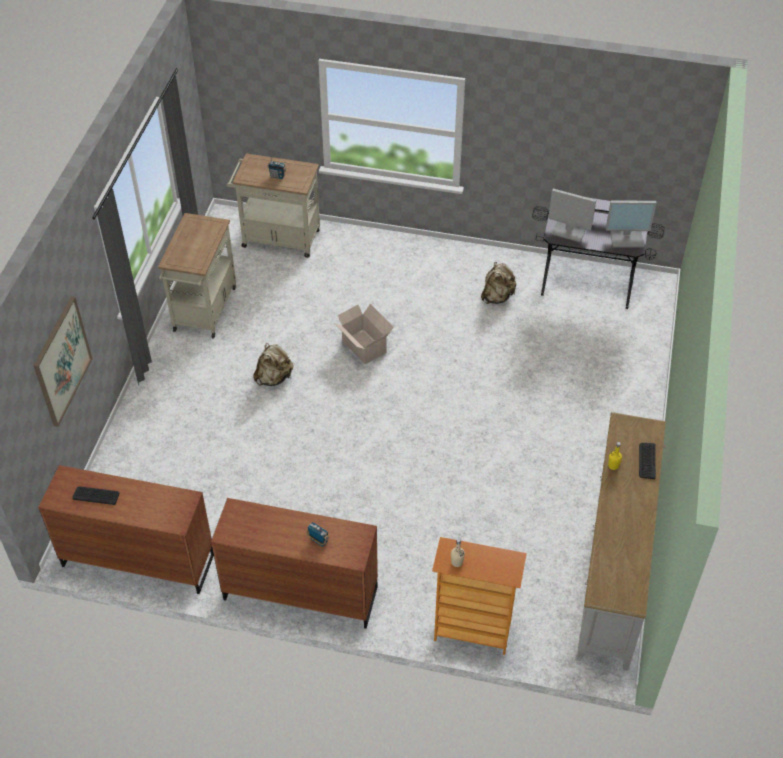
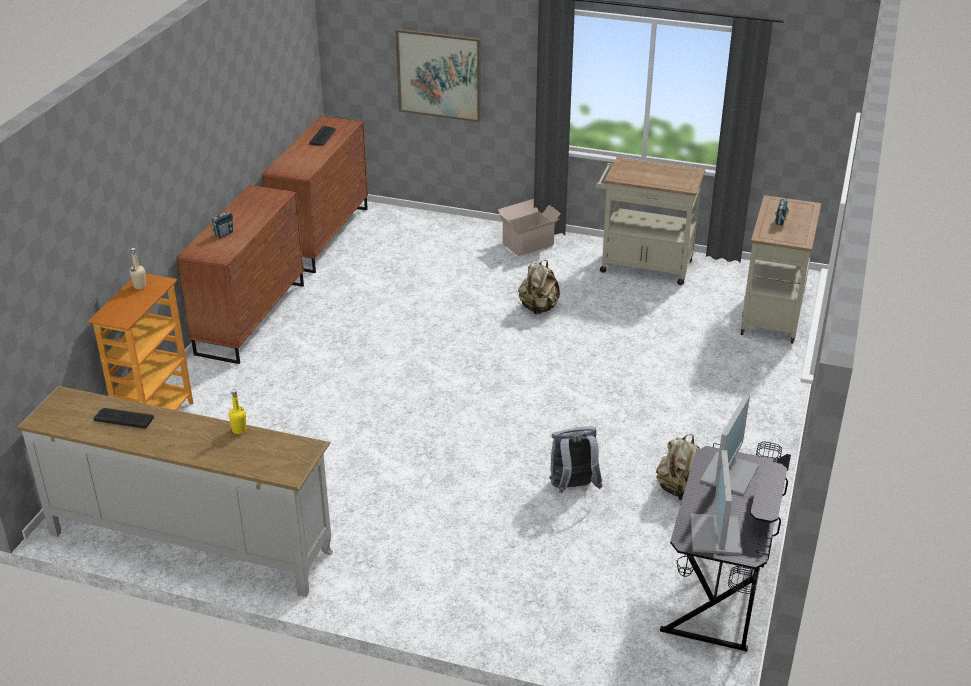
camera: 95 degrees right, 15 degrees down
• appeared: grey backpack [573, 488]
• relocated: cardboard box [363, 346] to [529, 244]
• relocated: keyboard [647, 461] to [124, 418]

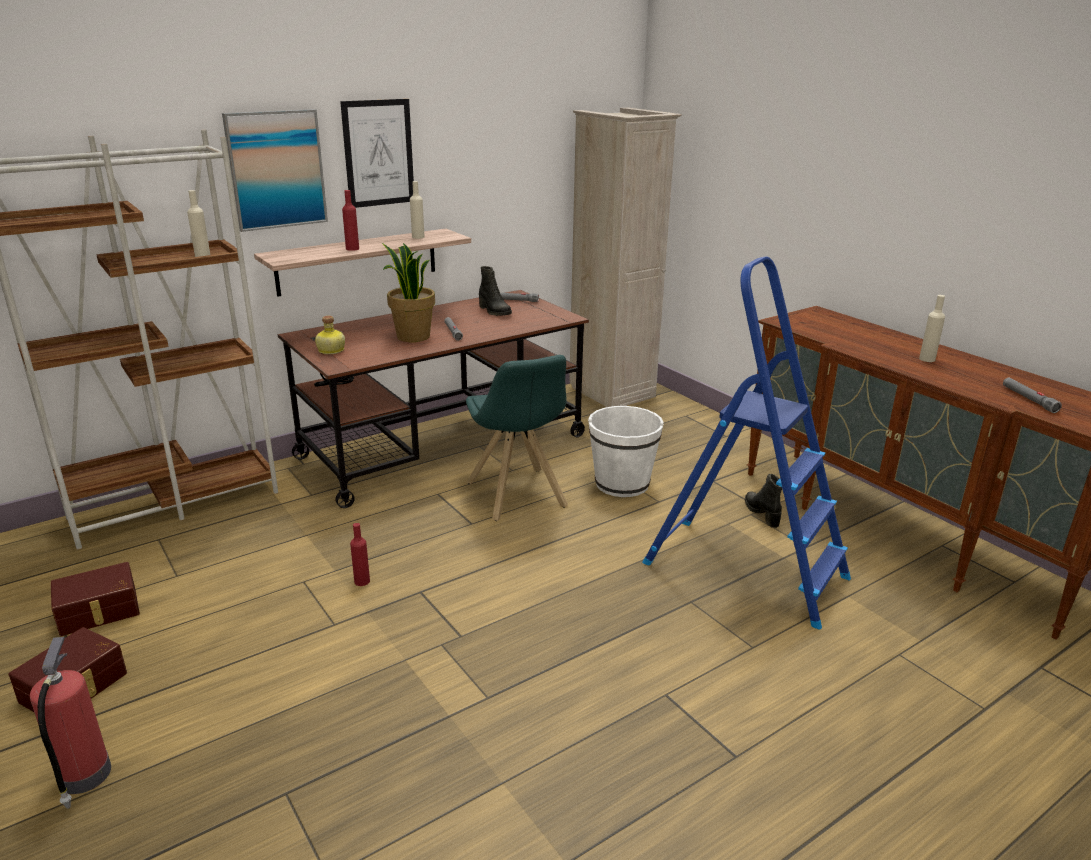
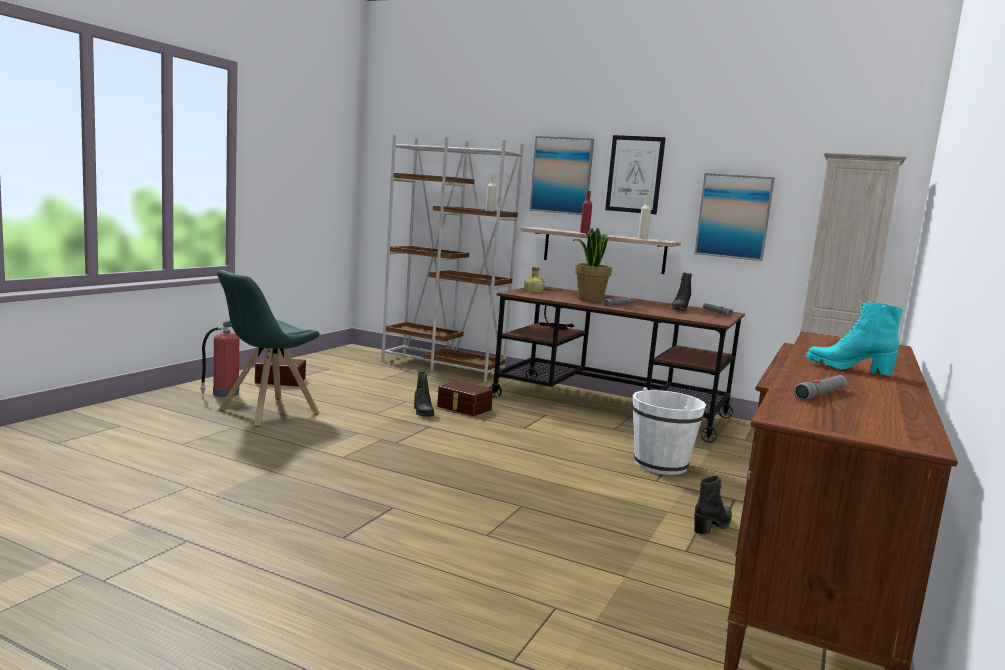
camera: 60 degrees right, 15 degrees down
• missing: blue step ladder [746, 571]
• appeared: picture [733, 216]
• relocated: brown storage box [99, 612] to [463, 408]
• relocated: turquoise chair [517, 494] to [268, 412]
• exchanged: red bottle [362, 581] to black boot [422, 412]
• exchanged: beige bottle [927, 359] to turquoise boot [848, 369]

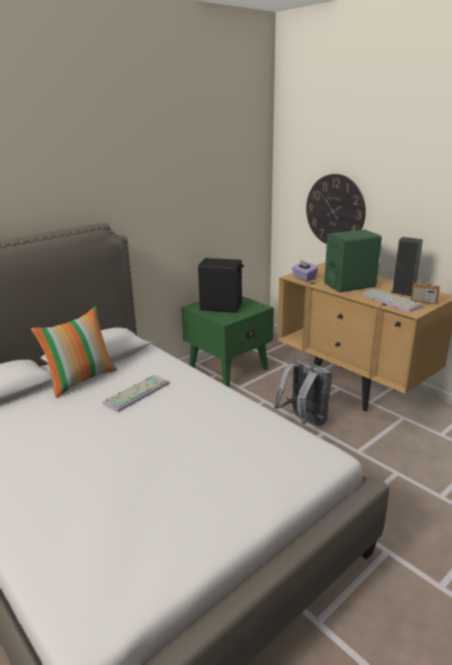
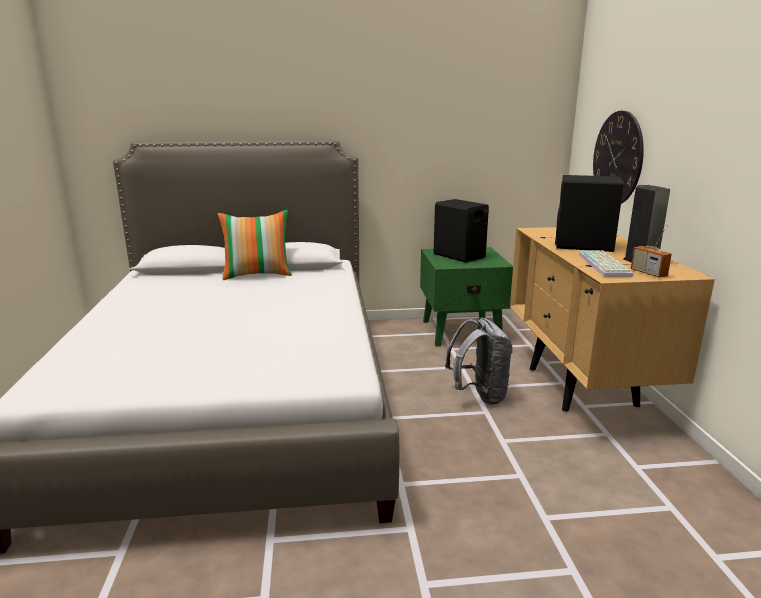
camera: 35 degrees right, 5 degrees down
• missing: keyboard [137, 392]
• missing: purple tissue box [304, 278]
• colour: green speaker [350, 285] to black speaker [584, 246]

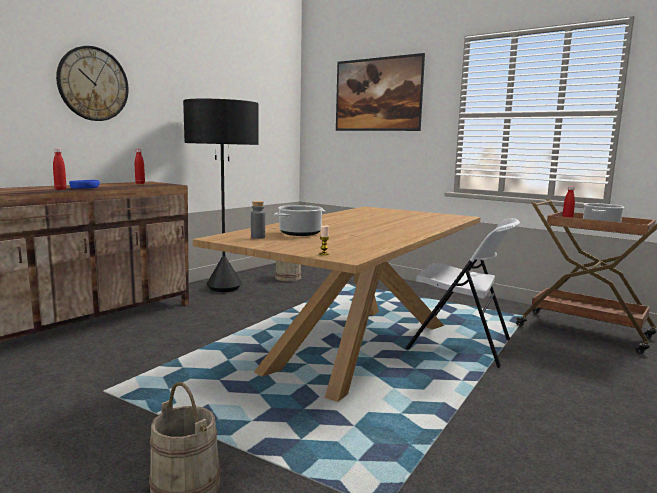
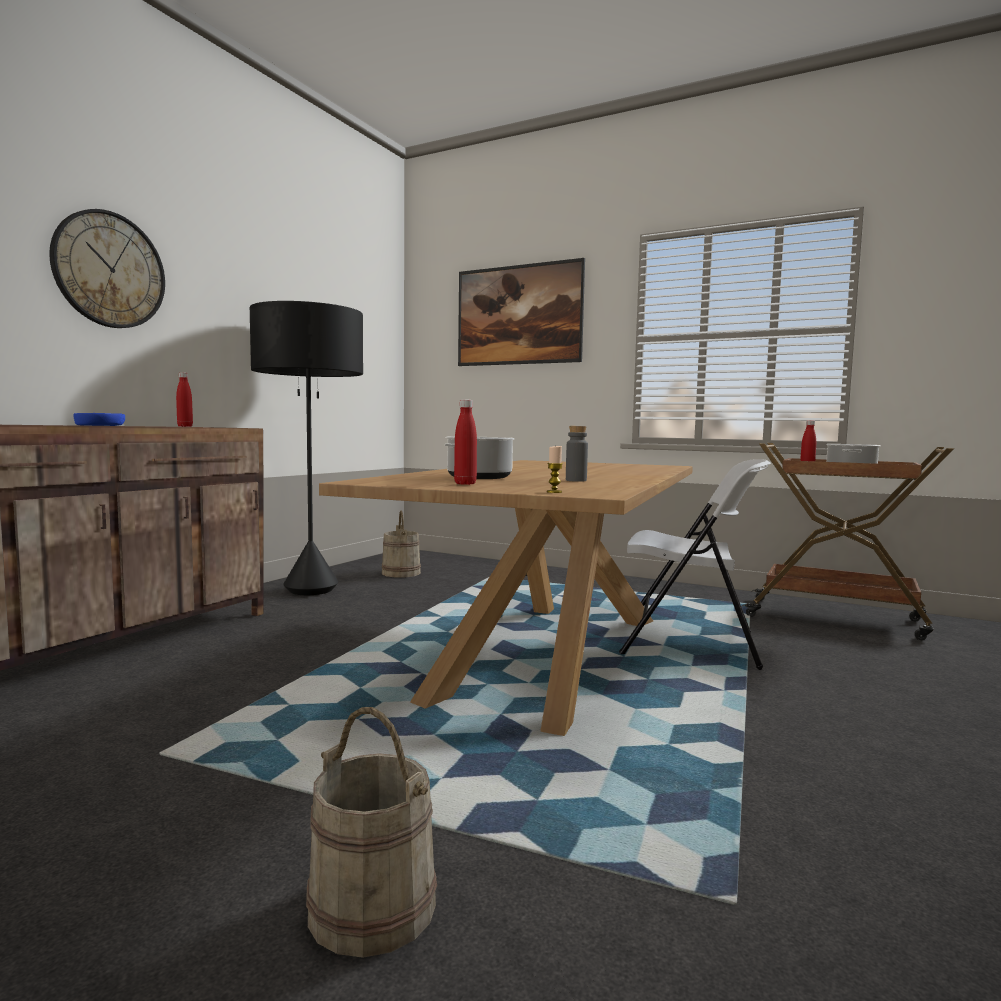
camera: 10 degrees left, 5 degrees down
• relocated: red bottle [60, 189] to [465, 484]
• relocated: grey bottle [258, 237] to [576, 480]

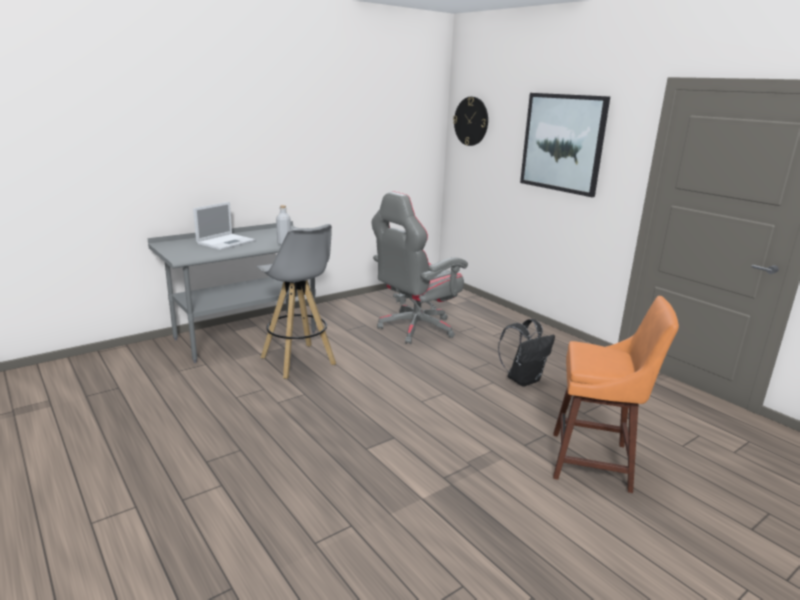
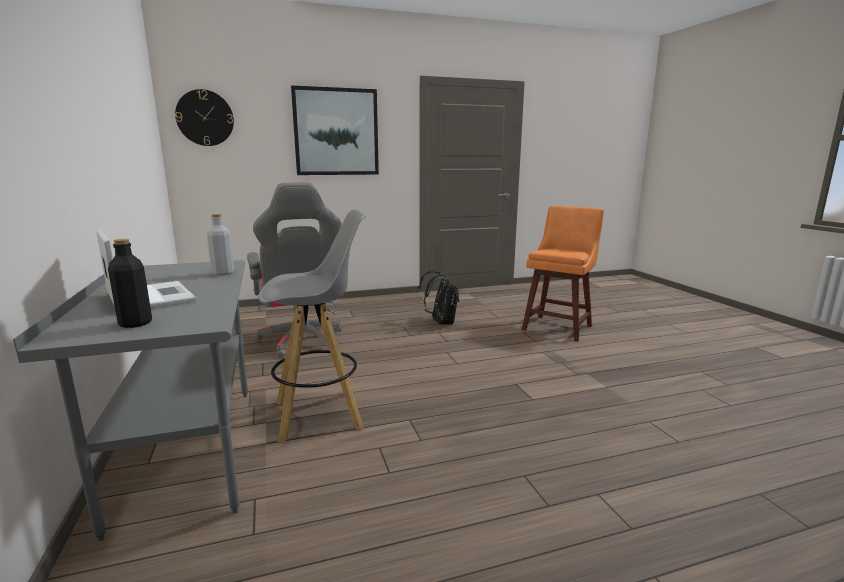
camera: 70 degrees left, 5 degrees down
• appeared: black bottle [135, 323]

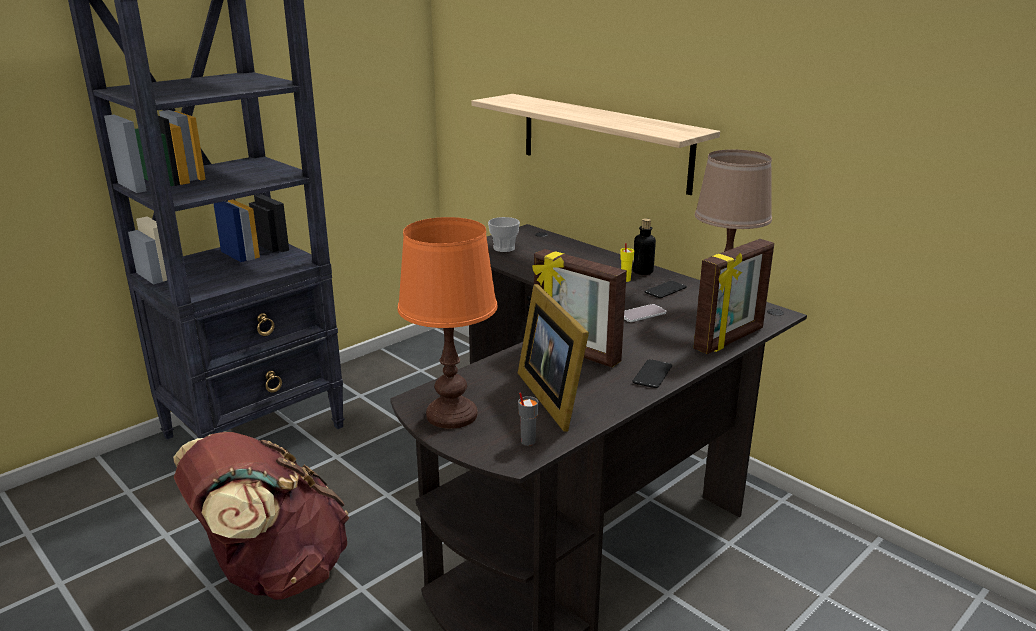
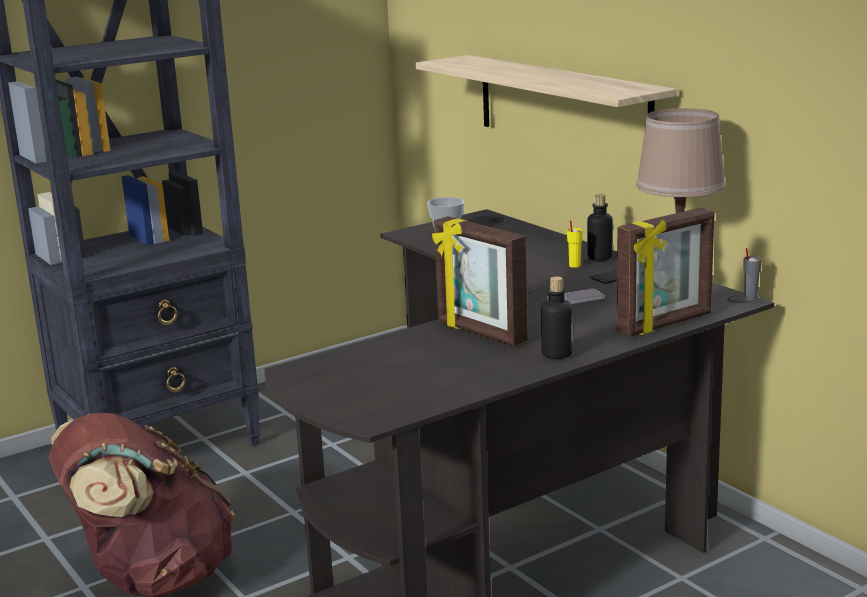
camera: 10 degrees right, 5 degrees down
• missing: orange table lamp [451, 414]
• missing: picture frame [554, 396]
• relocated: grey cup [527, 441] to [750, 297]
• exchanged: phone [652, 374] to bottle [557, 354]

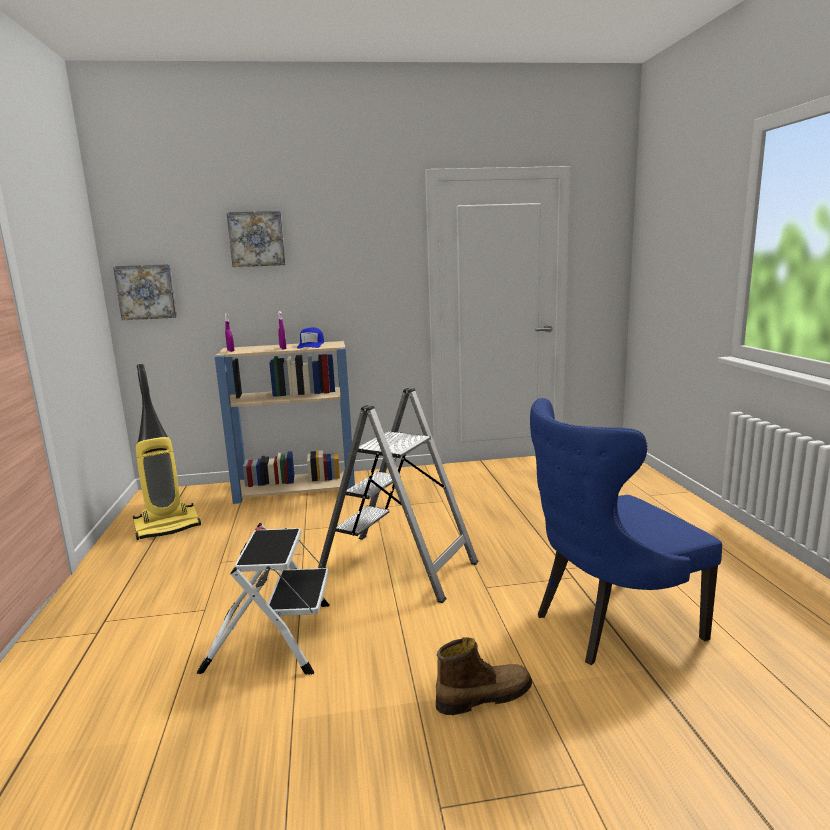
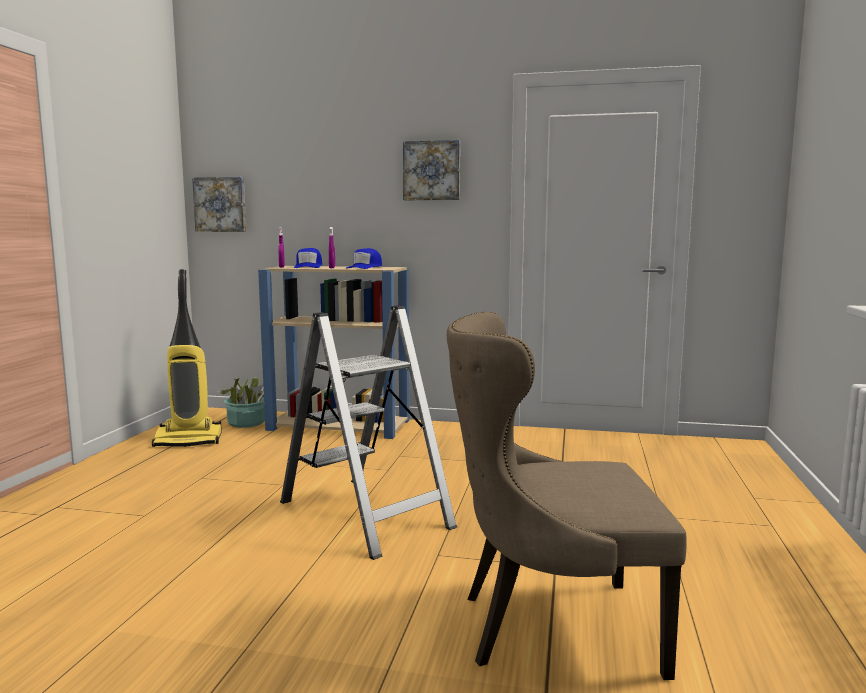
camera: 20 degrees right, 5 degrees down
• missing: step ladder [271, 638]
• missing: boot [483, 696]
• appeared: potted plant [247, 423]
• appeared: blue cap [308, 267]
• relocated: picture [256, 239] to [432, 171]
• colour: blue chair [609, 624] to beige chair [549, 627]

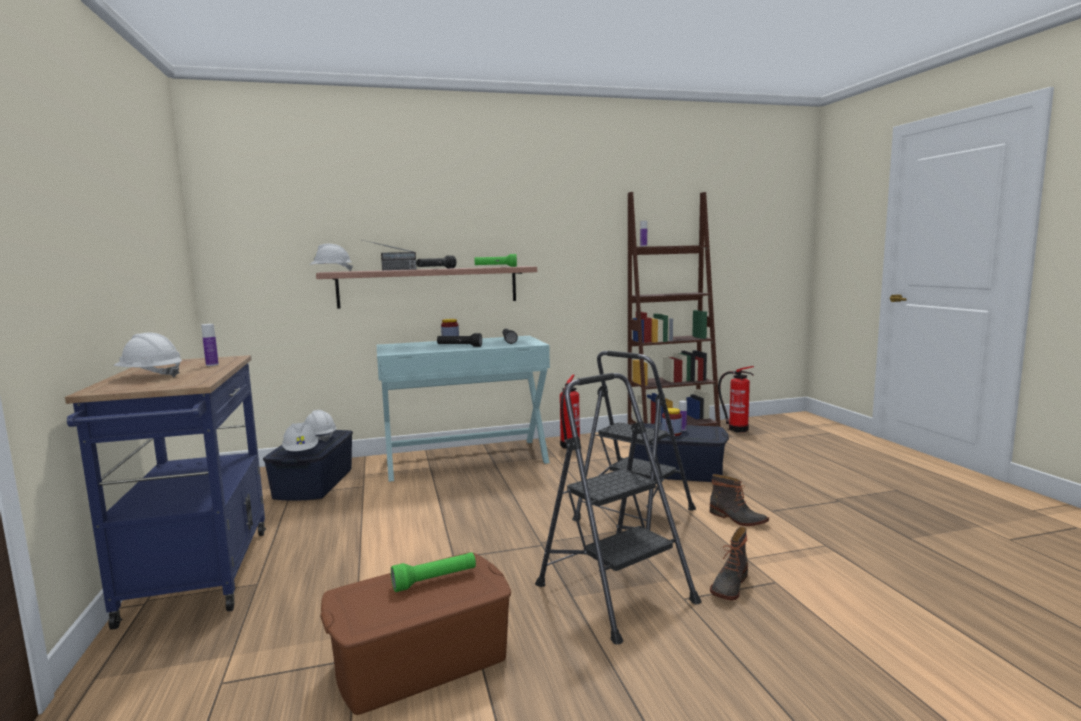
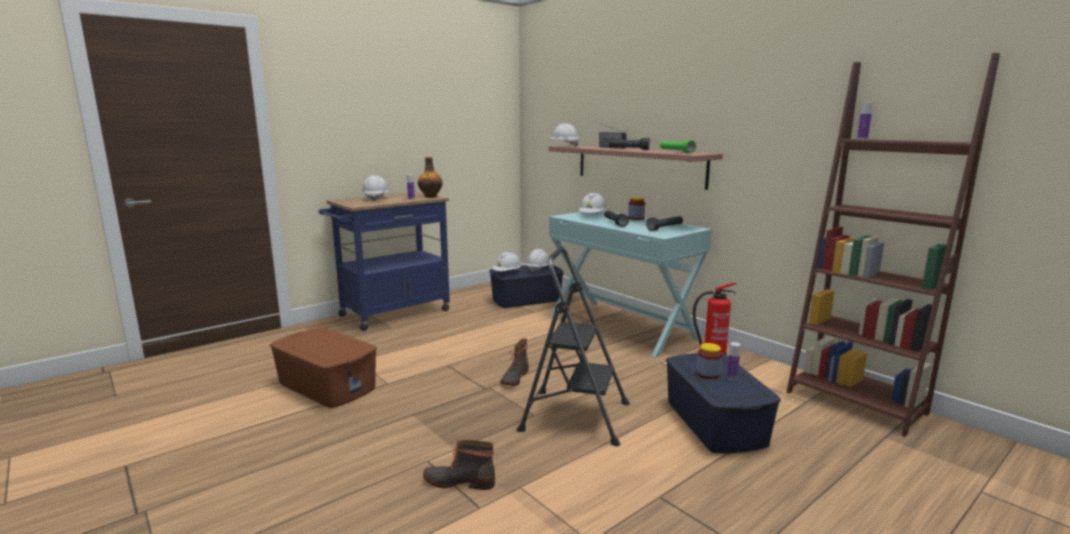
camera: 65 degrees right, 5 degrees up
• missing: green flashlight [435, 580]
• missing: black step ladder [612, 590]
• missing: fire extinguisher [736, 429]
• appeared: bottle [431, 196]
• appeared: white hard hat [592, 216]
• relocated: boot [737, 519] to [514, 378]

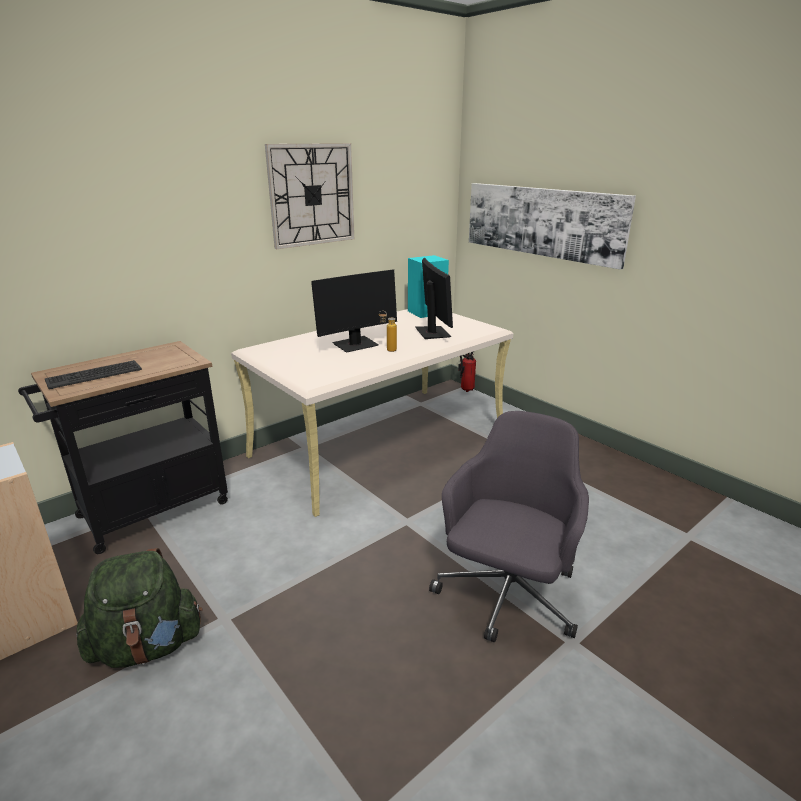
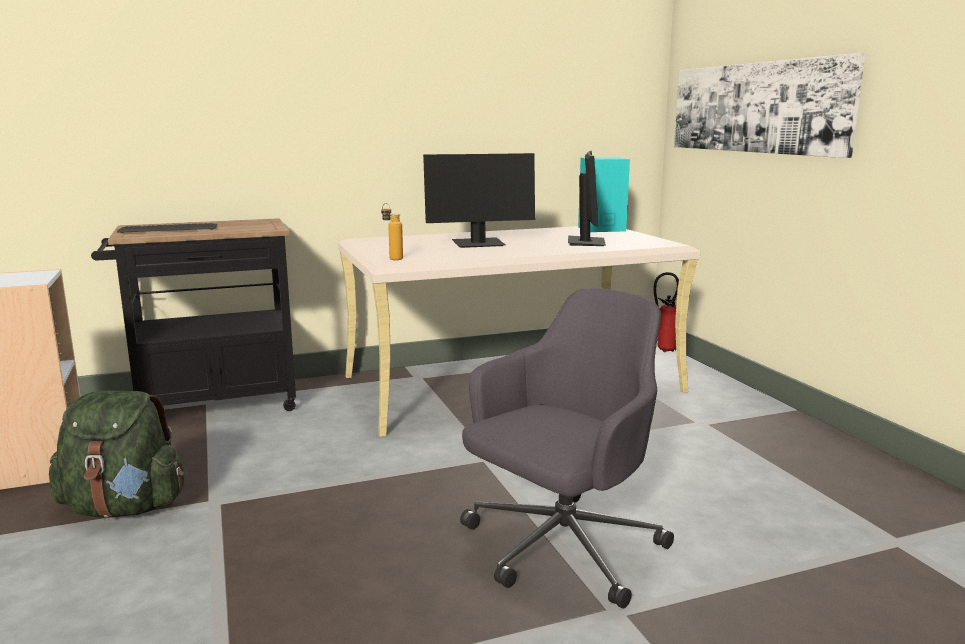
camera: 20 degrees right, 10 degrees down
• missing: wall clock [312, 195]
• relocated: bottle [387, 349] to [392, 258]

